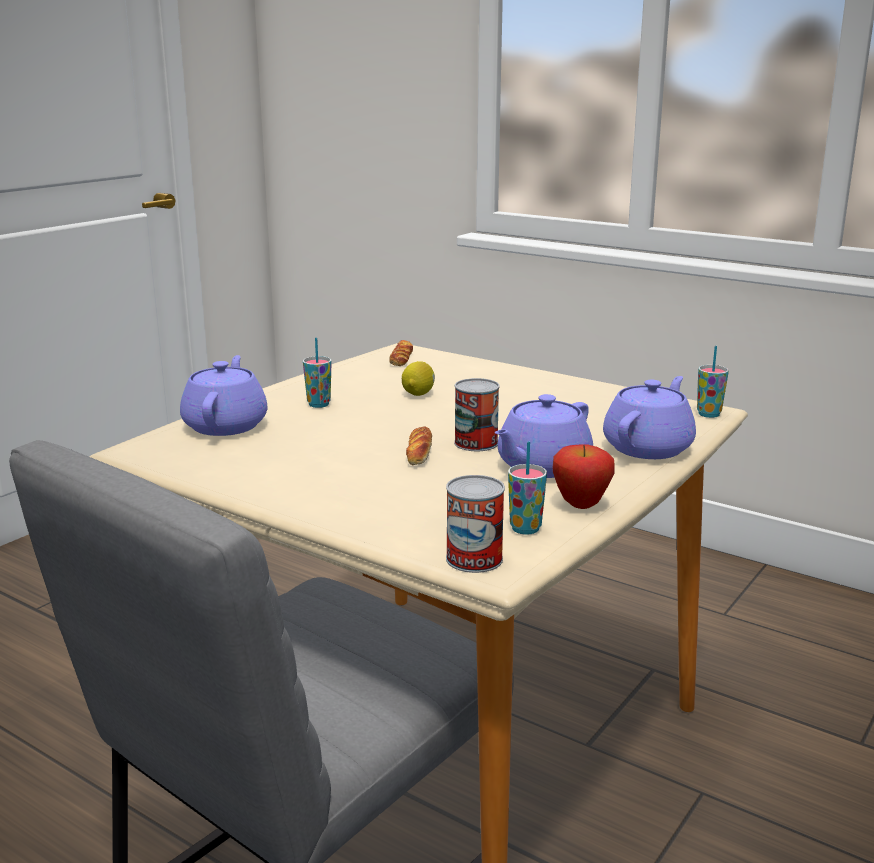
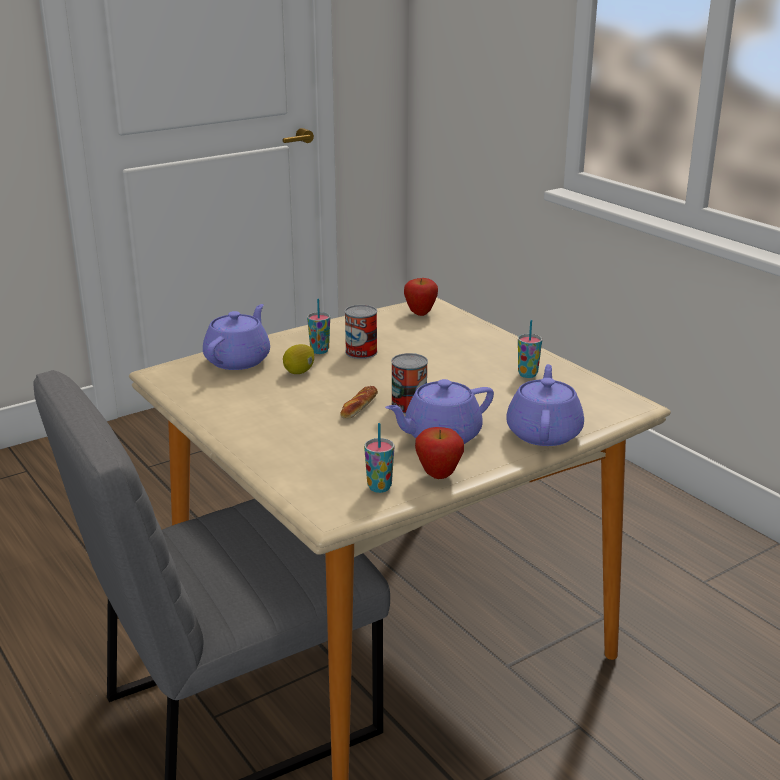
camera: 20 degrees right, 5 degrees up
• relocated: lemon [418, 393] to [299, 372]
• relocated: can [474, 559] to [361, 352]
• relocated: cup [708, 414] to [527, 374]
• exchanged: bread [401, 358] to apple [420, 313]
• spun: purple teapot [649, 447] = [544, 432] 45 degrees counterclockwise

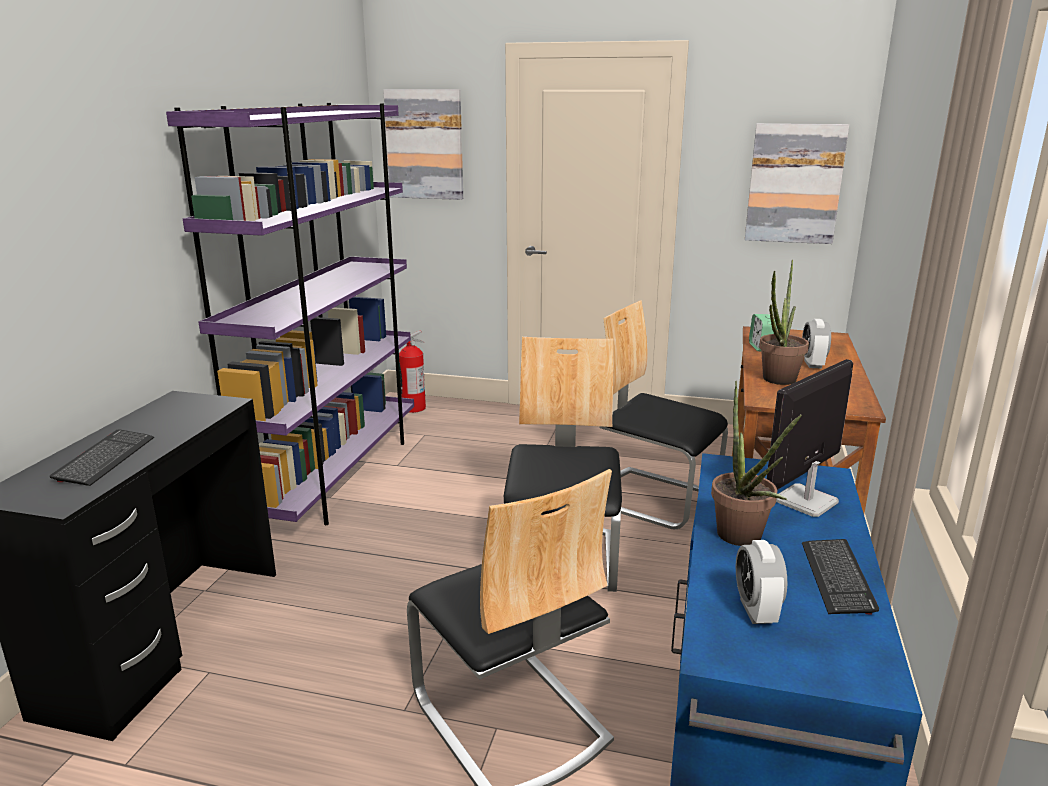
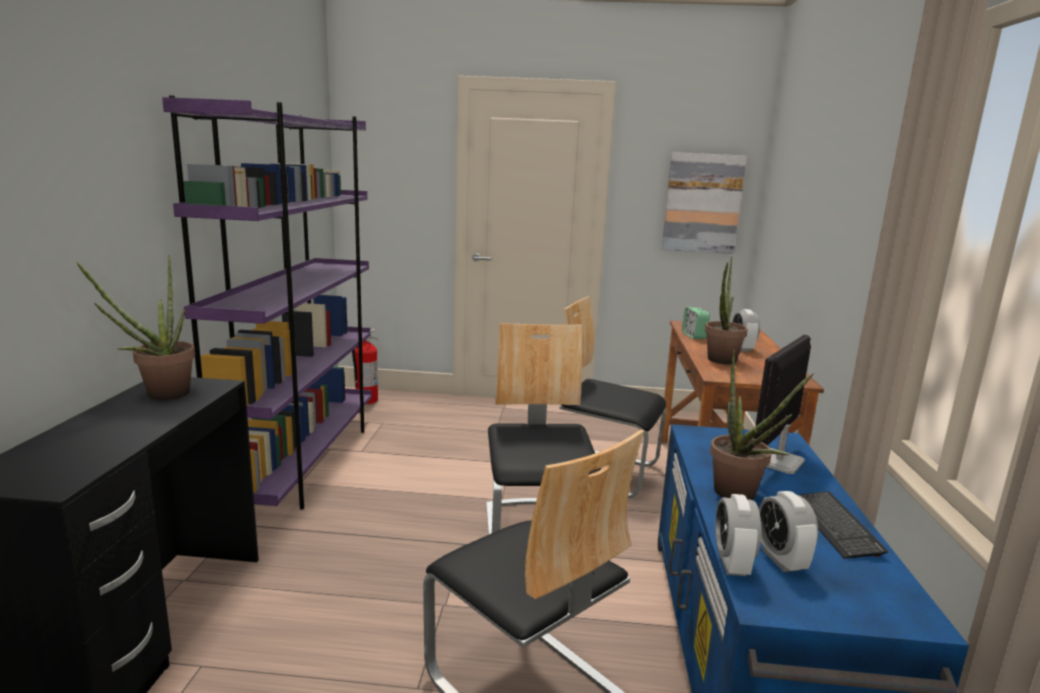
camera: 10 degrees left, 5 degrees down
• missing: keyboard [105, 459]
• missing: picture [425, 144]
• appeared: potted plant [159, 396]
• appeared: alarm clock [732, 563]

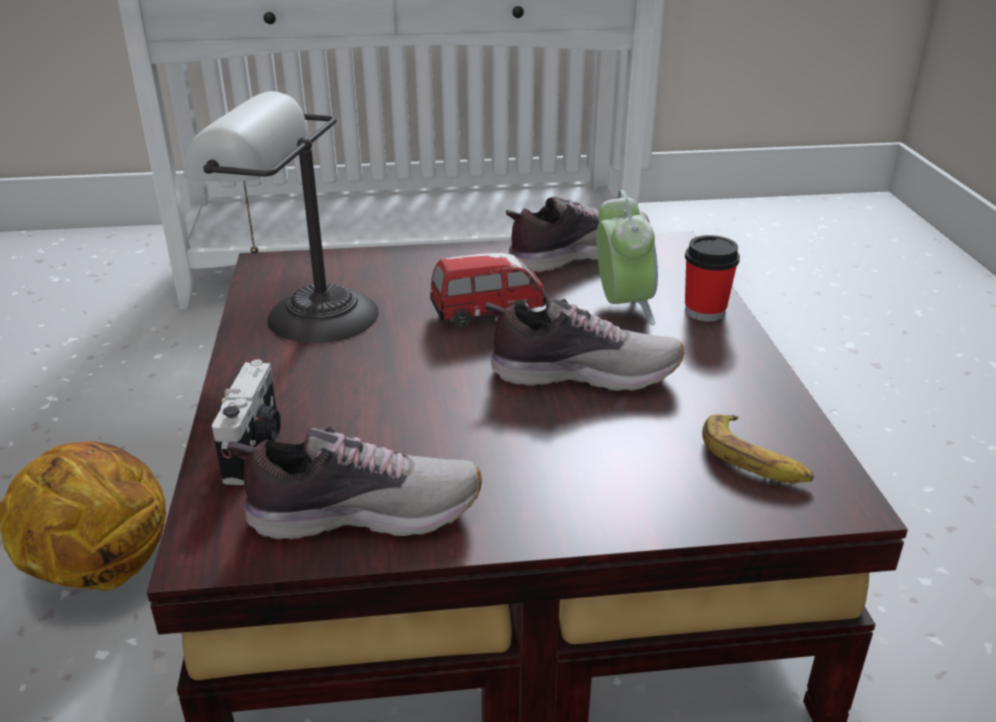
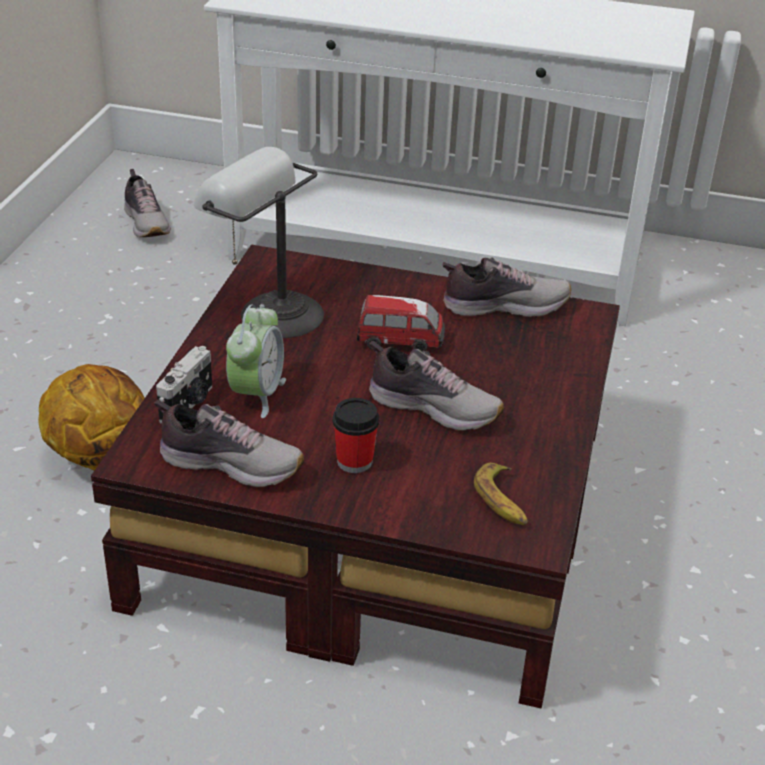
camera: 20 degrees right, 5 degrees up
• appeared: shoe [147, 223]
• relocated: alarm clock [622, 306] to [257, 394]
• relocated: cup [705, 311] to [354, 461]

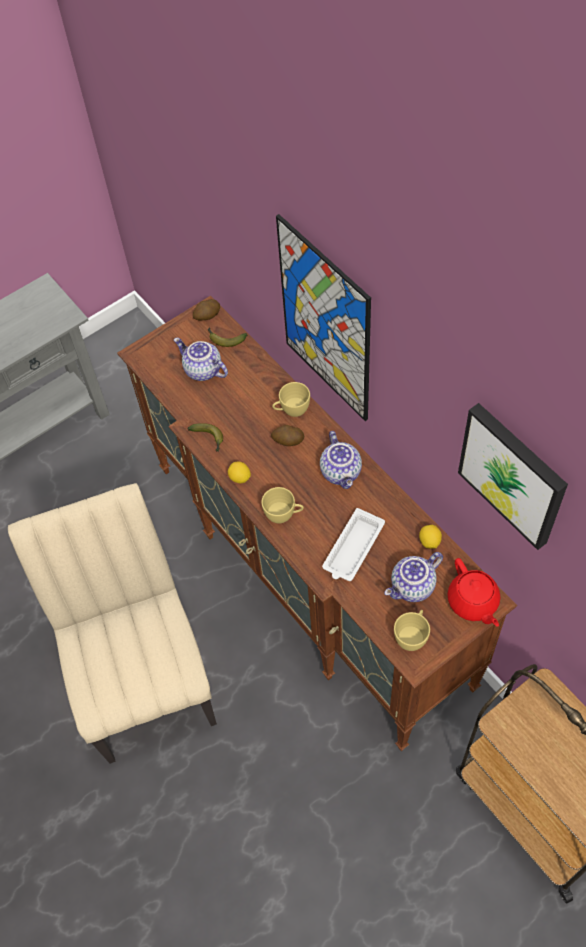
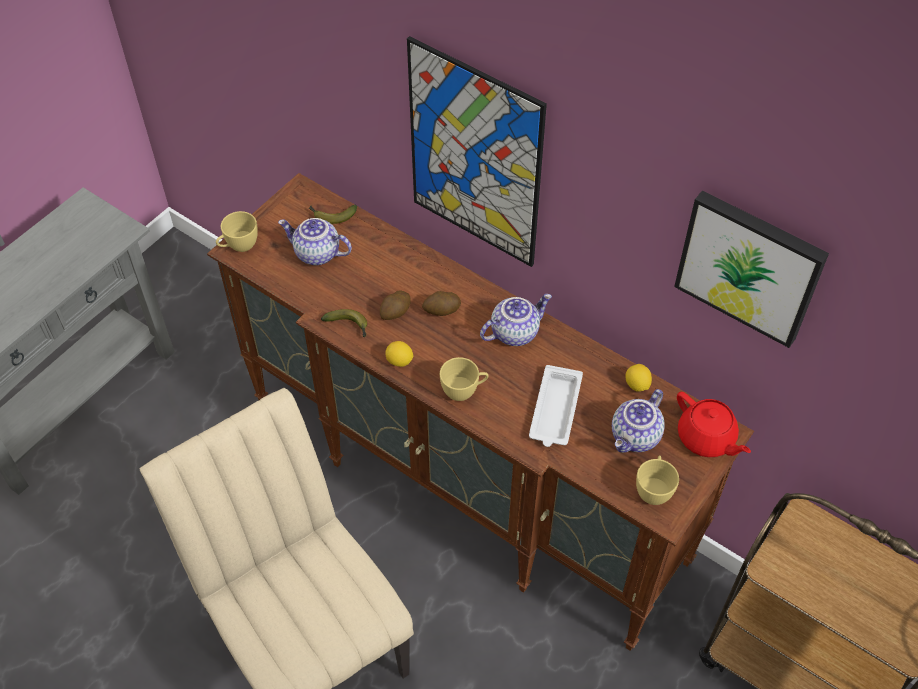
camera: 20 degrees left, 5 degrees down
• relocated: potato [207, 316] to [395, 313]
• relocated: yellow cup [291, 410] to [239, 246]
• spun: teapot [342, 472] = [514, 332] 90 degrees counterclockwise

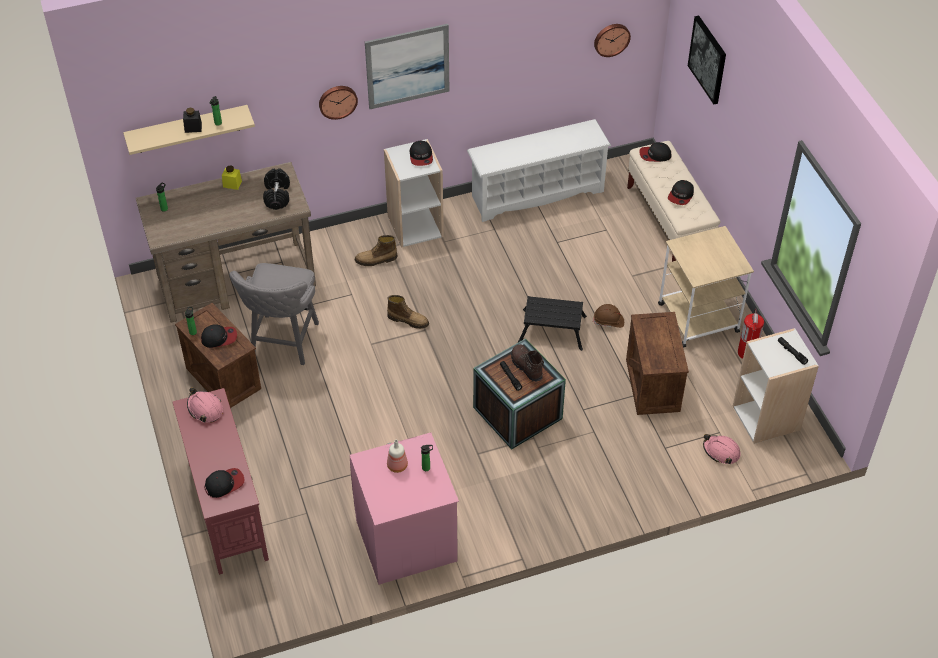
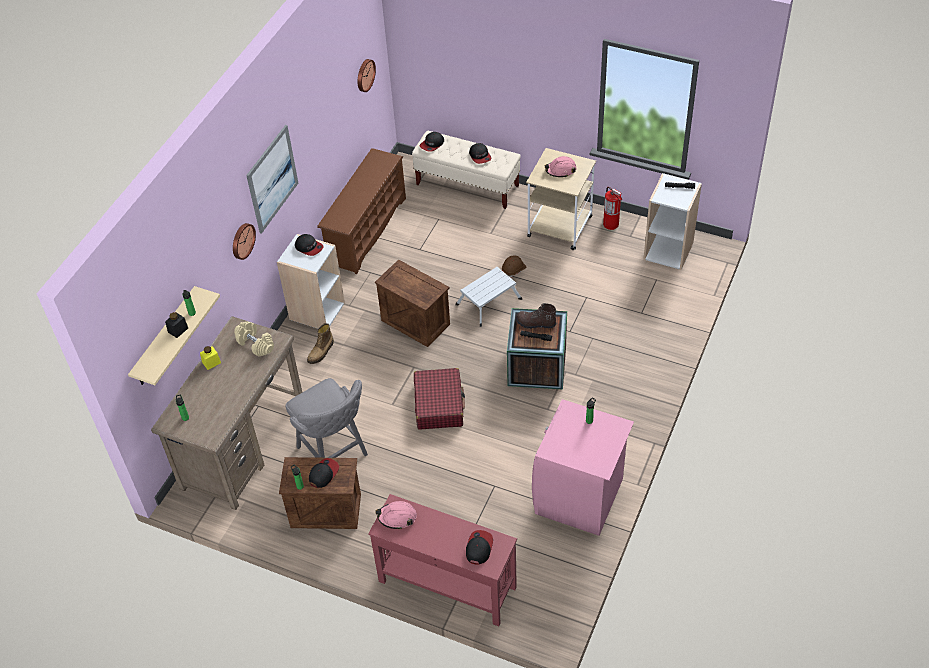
camera: 45 degrees left, 0 degrees up
• missing: boot [408, 320]
• missing: bottle [396, 466]
• missing: picture [708, 59]
• appeared: red suitcase [439, 405]
• relocated: crate [651, 385] to [414, 322]
• relocated: pink hard hat [721, 451] to [560, 170]
• colour: black dumbbell [277, 196] to beige dumbbell [255, 344]
• colour: white shoe rack [537, 193] to brown shoe rack [366, 230]
• colour: black step ladder [551, 329] to white step ladder [488, 302]

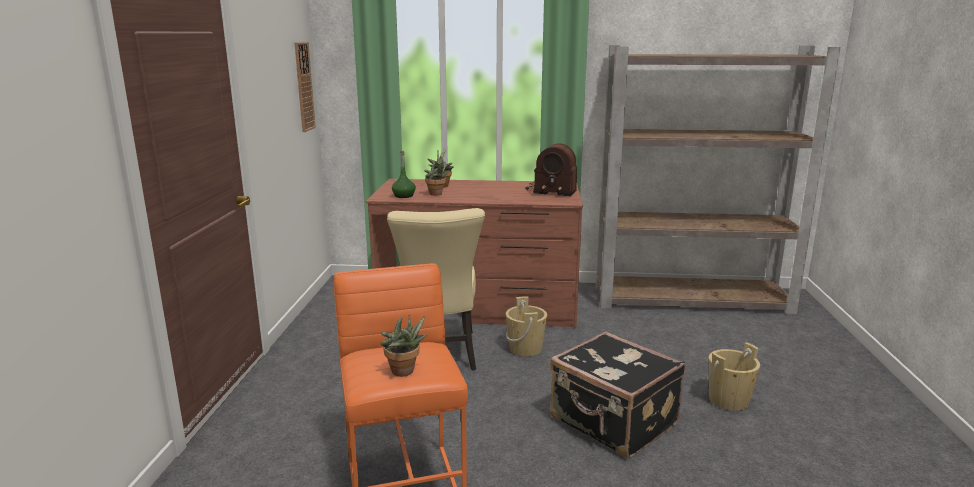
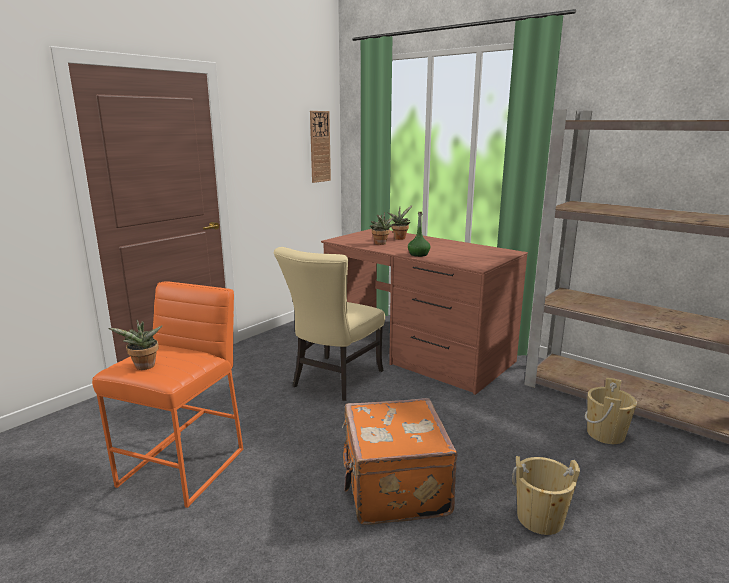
camera: 35 degrees right, 0 degrees up
• missing: radio [550, 190]
• relocated: green bottle [403, 196] to [418, 254]
• relocated: beige bucket [525, 348] to [605, 434]
• colour: black suitcase [613, 422] to orange suitcase [393, 488]

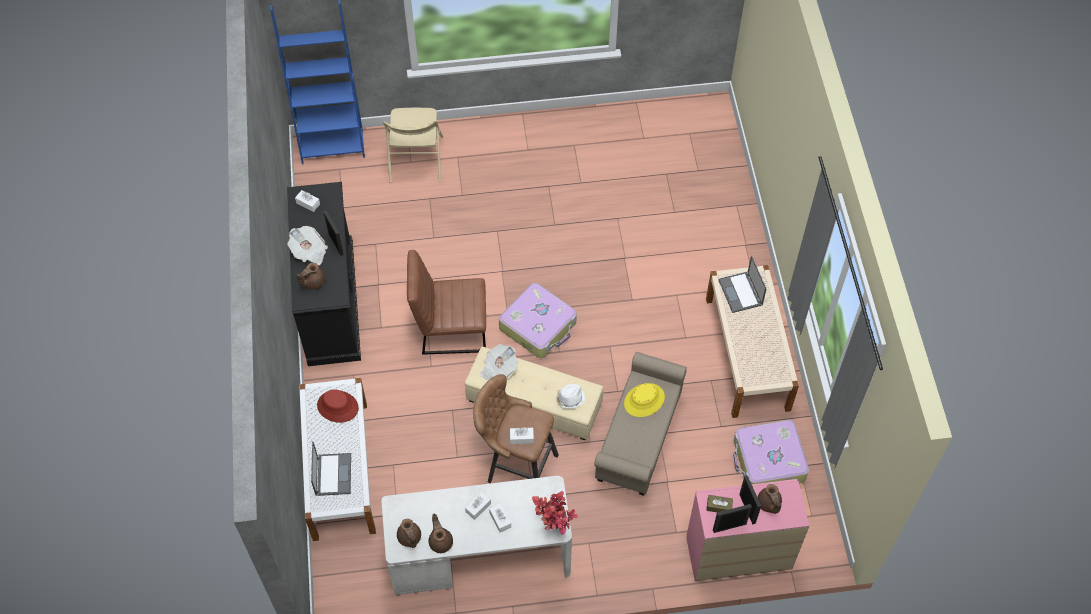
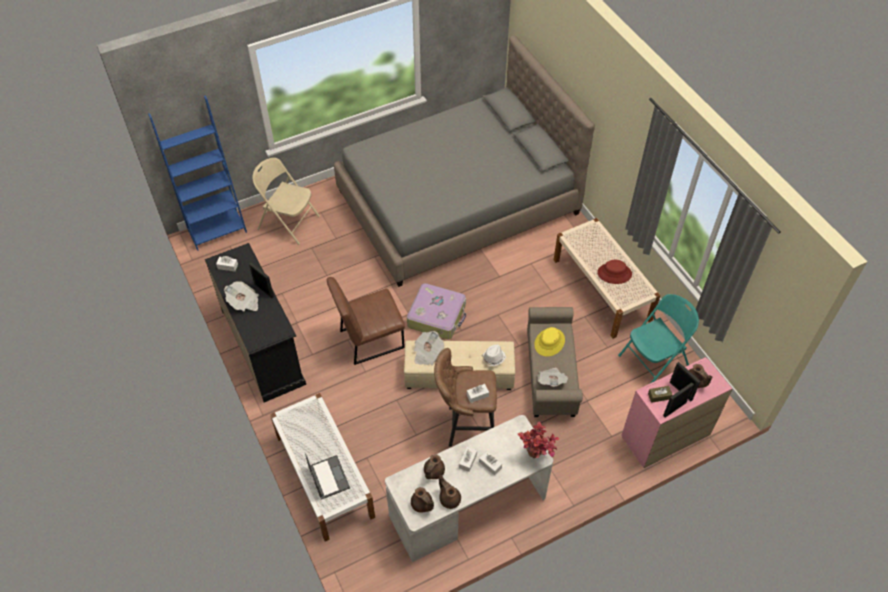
camera: 20 degrees left, 5 degrees down
• missing: laptop [740, 293]
• appeared: grey bed [458, 202]
• appeared: newspaper [551, 381]
• relocated: brown teapot [313, 282] to [433, 472]
• relocated: red hat [337, 407] to [614, 273]
• exchanged: suitcase [768, 461] to turquoise chair [653, 361]
• spun: beige chair [416, 159] = [289, 222] 135 degrees clockwise

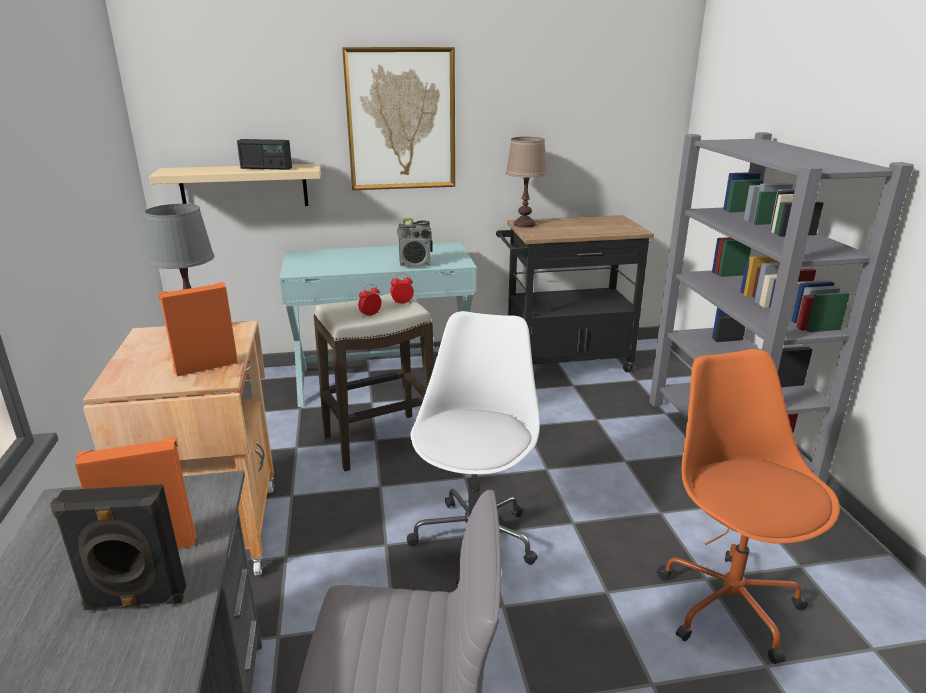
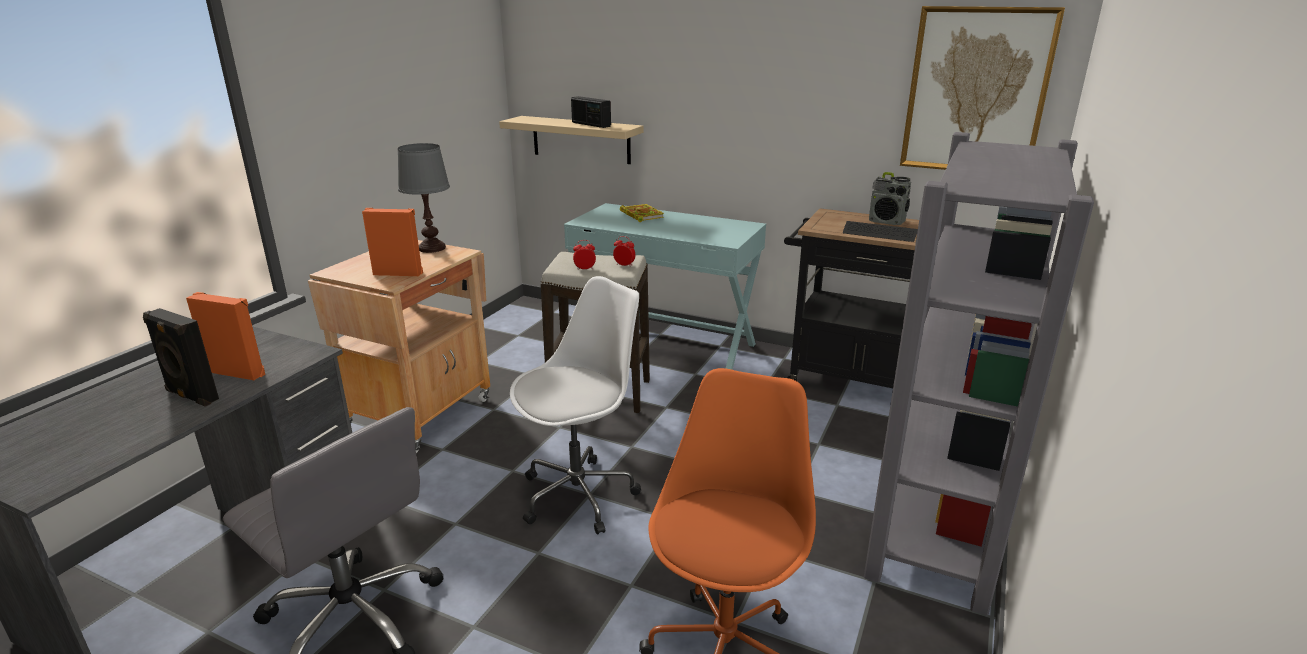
camera: 35 degrees right, 0 degrees up
• missing: brown table lamp [524, 224]
• appeared: book [641, 215]
• appeared: keyboard [879, 233]
• relocated: picture [401, 120] to [976, 91]
• relocated: radio [415, 264] to [887, 222]

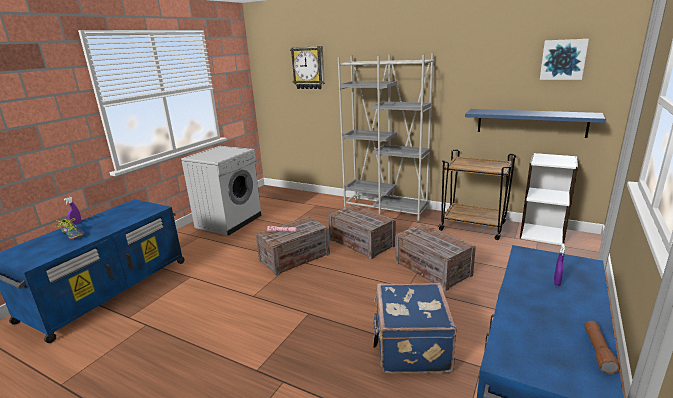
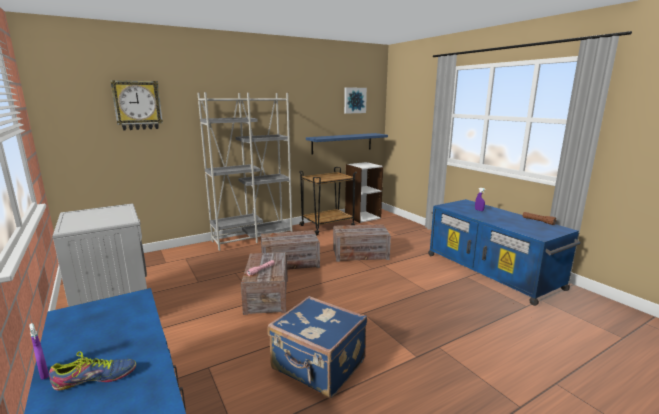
camera: 60 degrees left, 5 degrees down
• relocated: blue suitcase [410, 347] to [318, 366]

